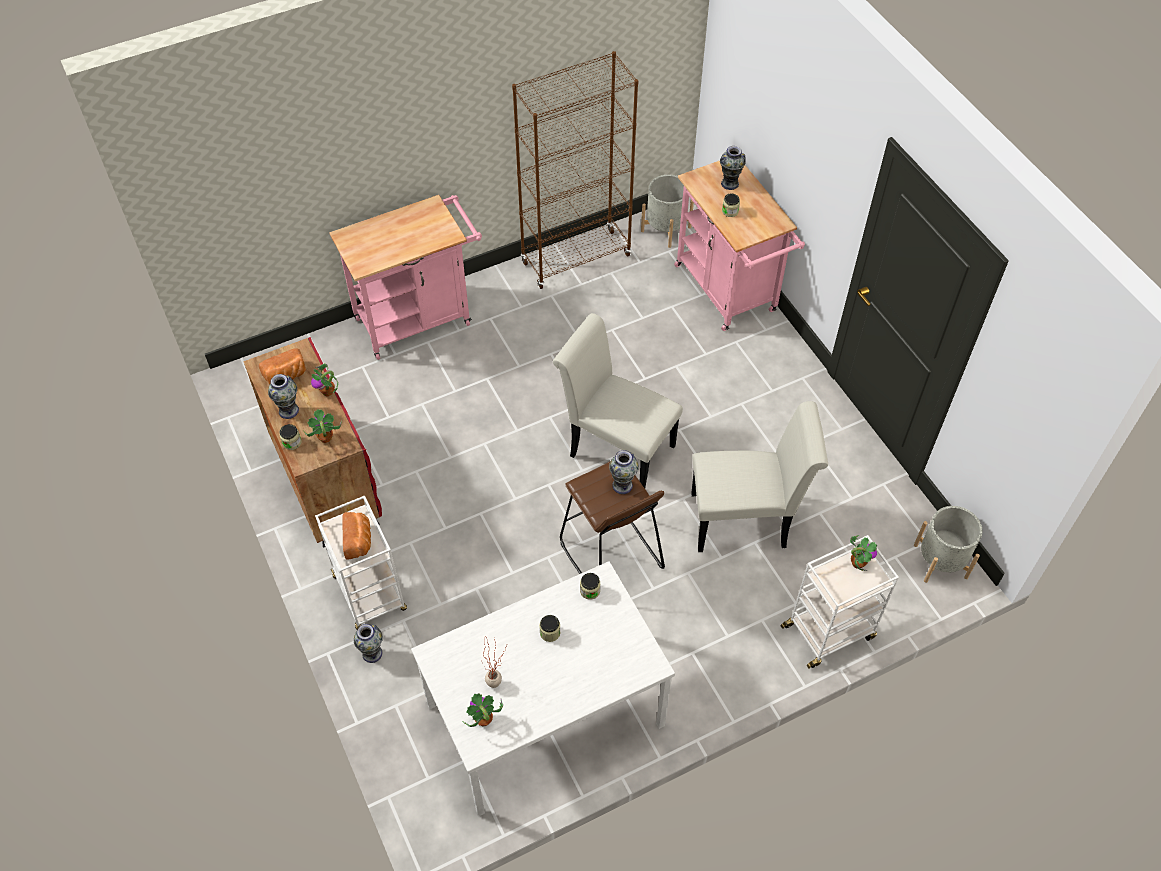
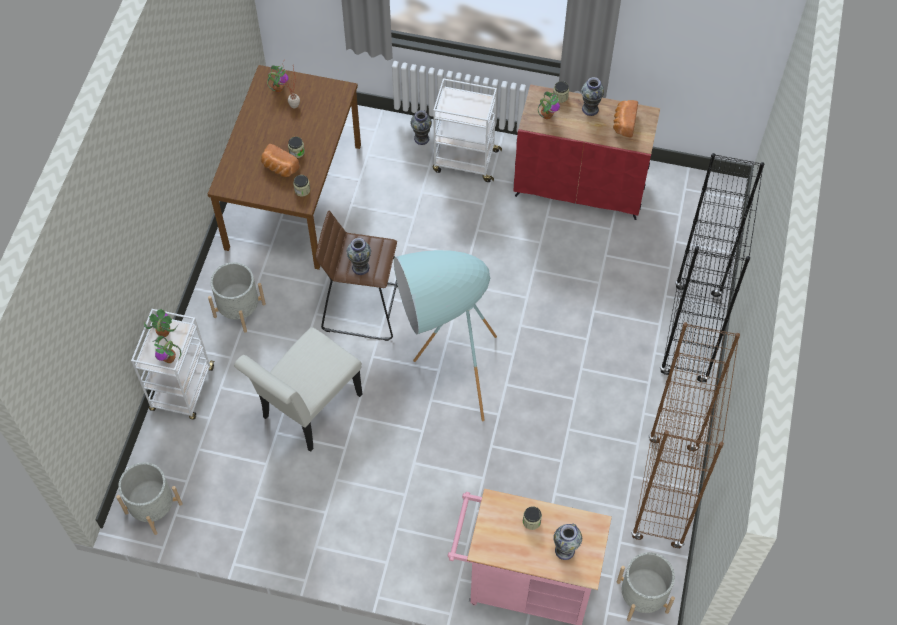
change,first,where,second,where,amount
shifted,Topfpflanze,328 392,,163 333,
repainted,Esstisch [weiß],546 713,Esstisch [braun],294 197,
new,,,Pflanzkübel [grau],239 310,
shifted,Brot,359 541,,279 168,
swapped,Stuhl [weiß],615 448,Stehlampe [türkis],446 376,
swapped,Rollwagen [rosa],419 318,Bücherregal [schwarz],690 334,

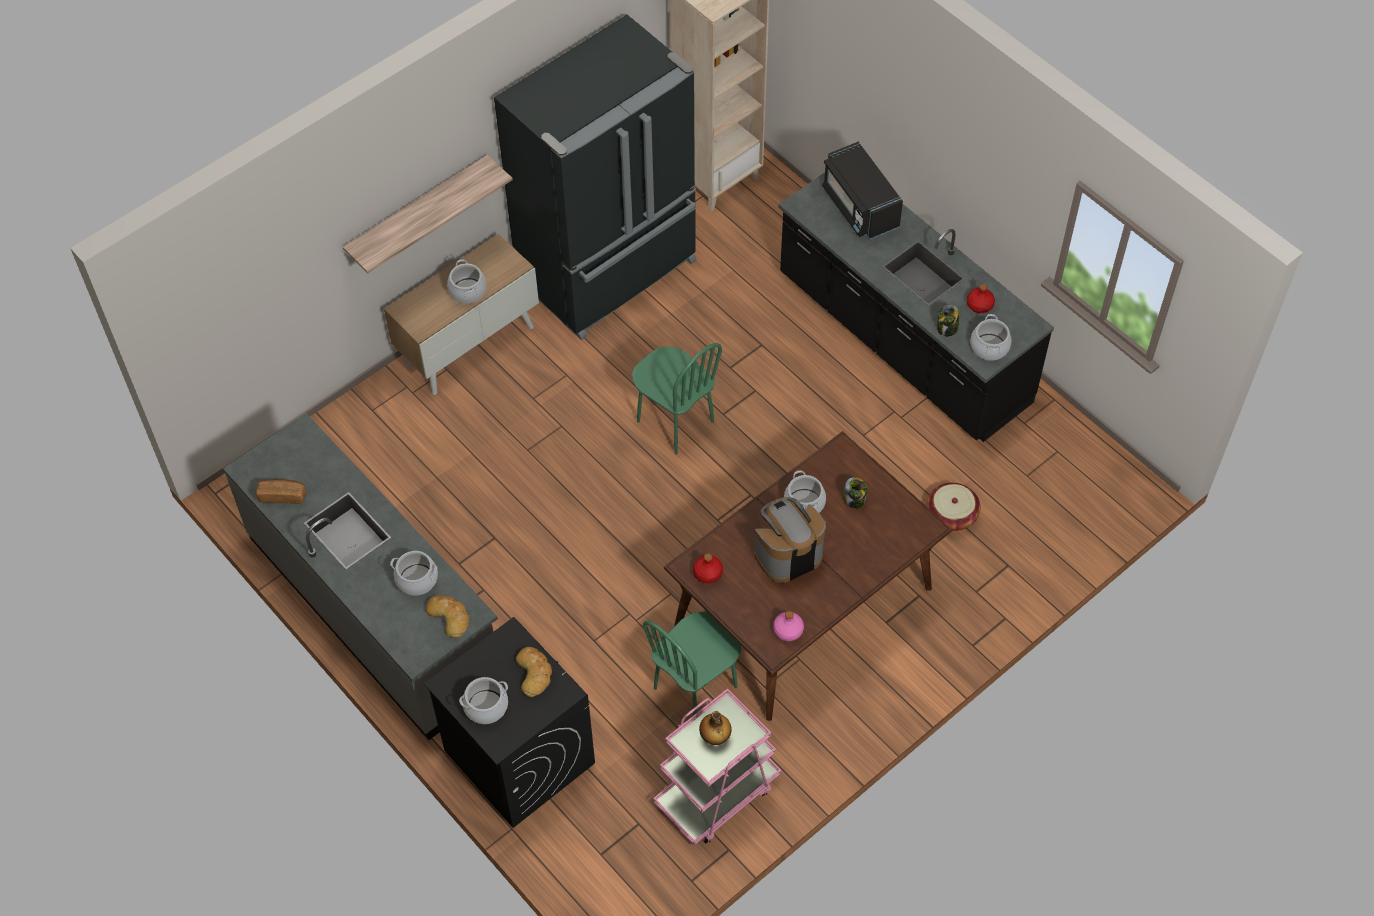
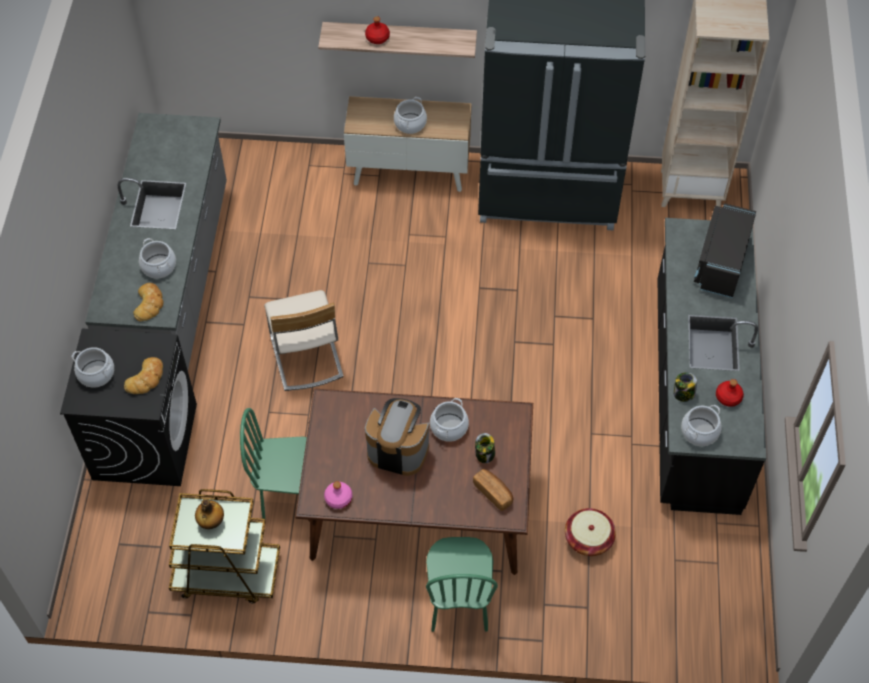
change,first,where,second,where,amount
repainted,Rollwagen [rosa],716 793,Rollwagen [braun],226 573,
new,,,Stuhl [beige],305 356,
shifted,Flasche [rot],707 573,,377 37,
shifted,Stuhl [grün],675 422,,459 604,
shifted,Brot,282 495,,493 492,

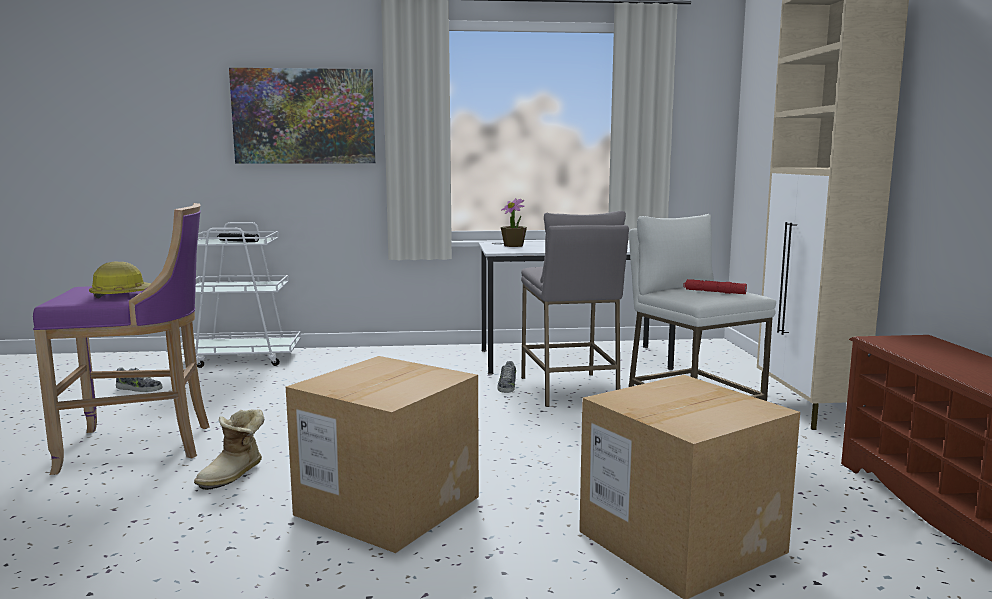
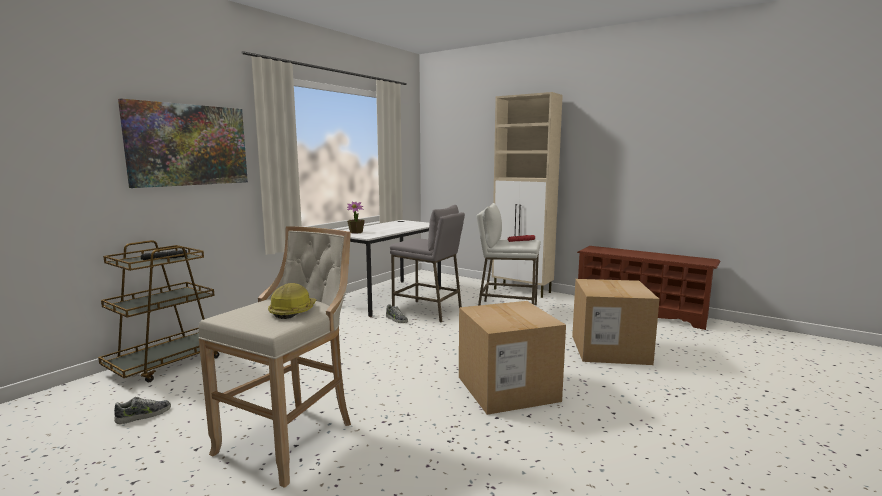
change,first,where,second,where,amount
repainted,Rollwagen [weiß],242 358,Rollwagen [braun],168 363,
repainted,Hocker [lila],143 446,Hocker [beige],291 438,
gone,Stiefel,234 475,,,

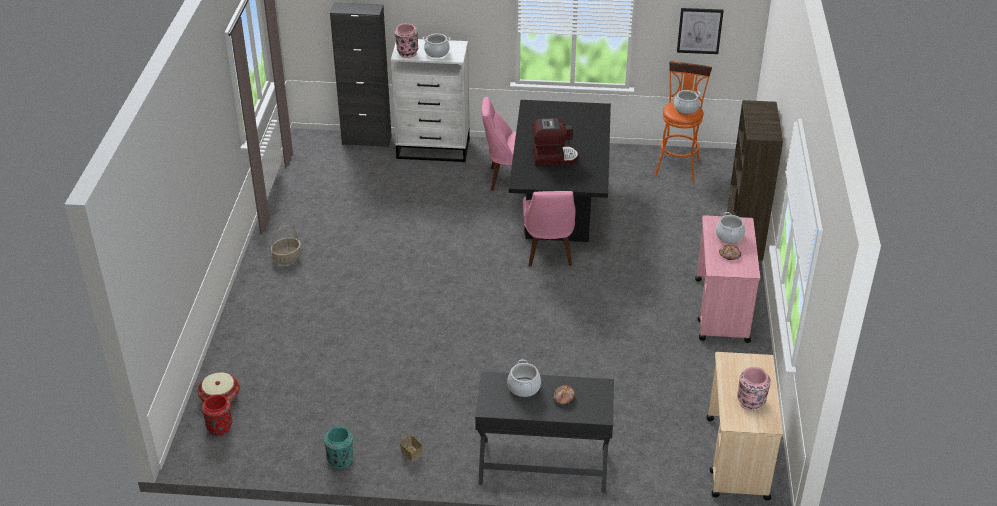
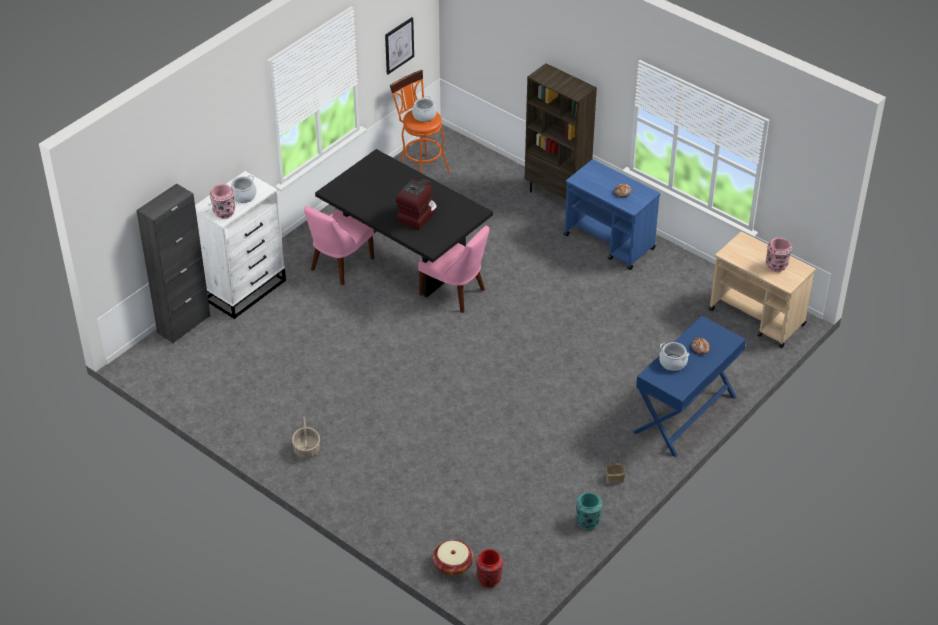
change,first,where,second,where,amount
repainted,Rollwagen [rosa],721 311,Rollwagen [blau],609 242,
repainted,Schreibtisch [schwarz],543 466,Schreibtisch [blau],685 414,
gone,Kochtopf,729 236,,,

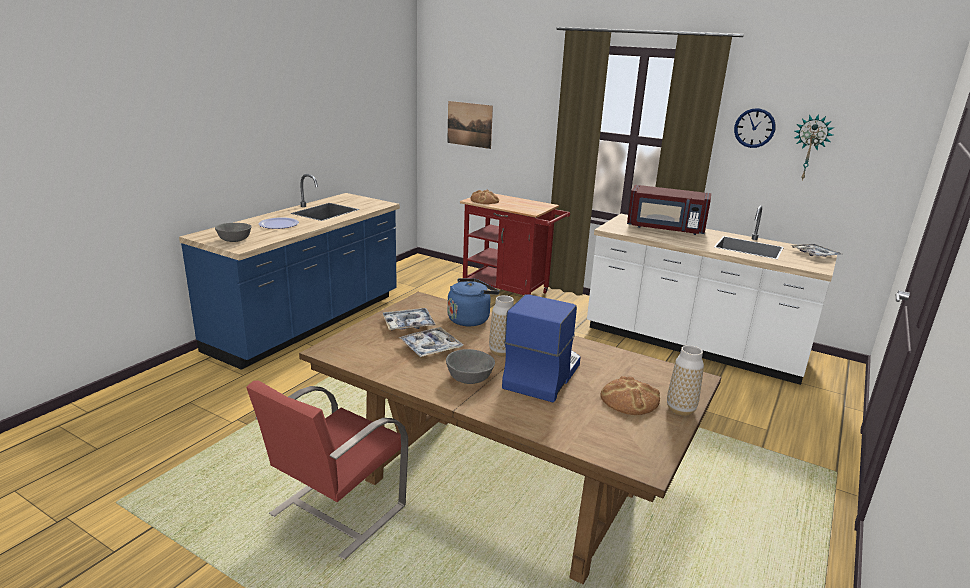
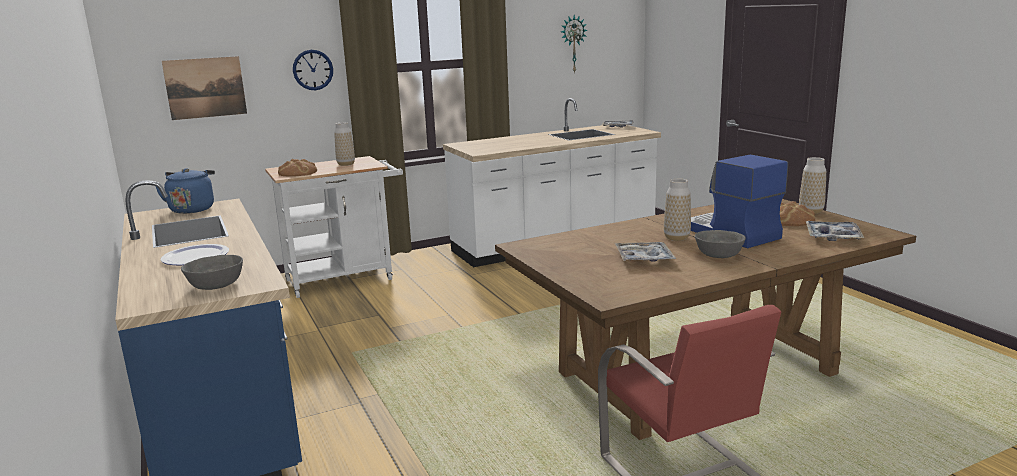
change,first,where,second,where,amount
shifted,Wasserkessel [blau],470 319,,192 209,
repainted,Rollwagen [rot],510 292,Rollwagen [weiß],346 278,
shifted,Wanduhr,754 128,,313 70,
new,,,Vase,346 164,
shifted,Tablett,408 324,,833 236,
gone,Mikrowelle [rot],665 229,,,

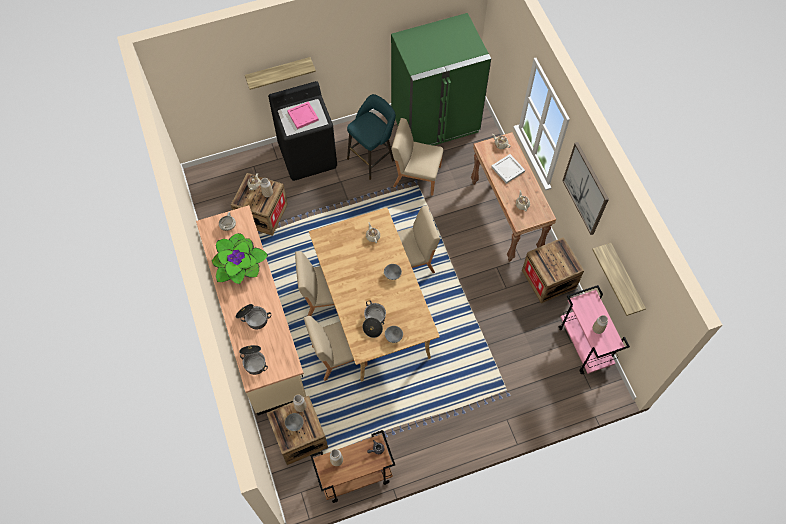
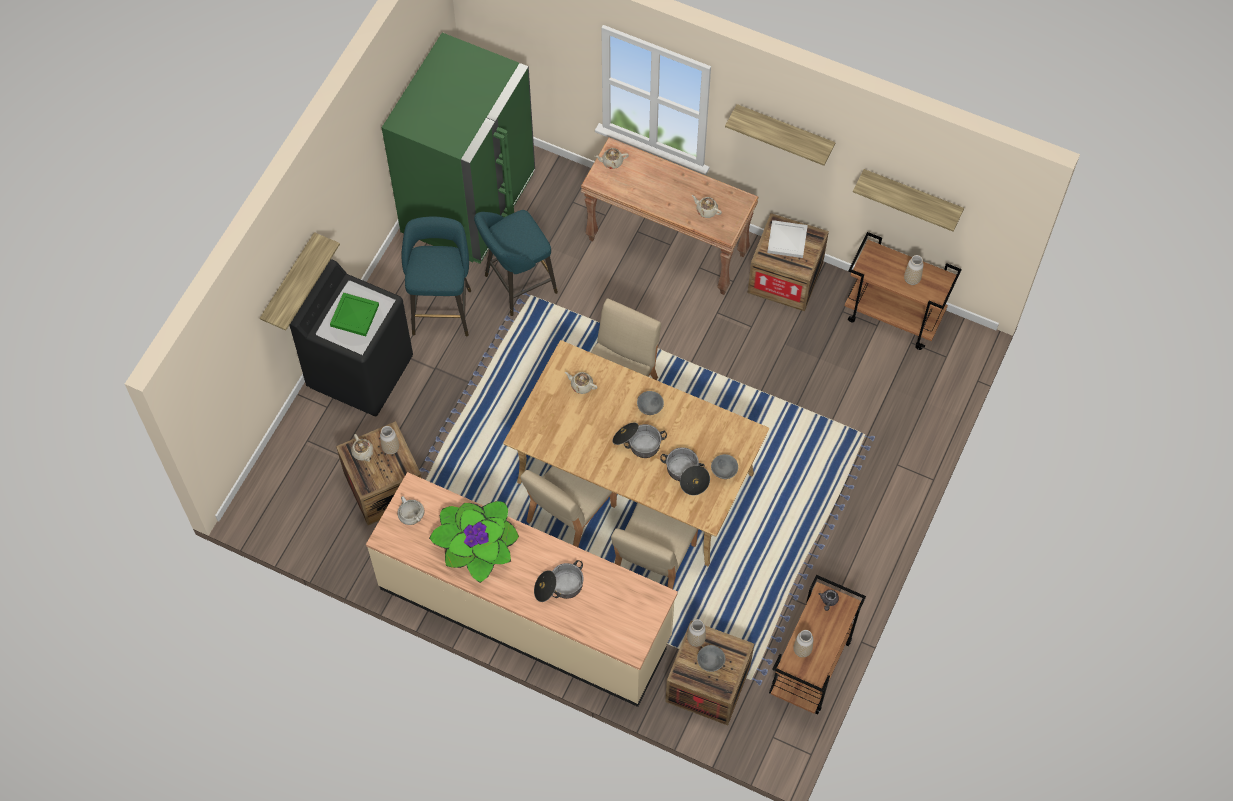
change,first,where,second,where,amount
repainted,Tablett [rosa],303 116,Tablett [grün],355 315,
swapped,Stuhl [beige],416 176,Hocker [türkis],517 286,
shifted,Kochtopf,254 361,,638 443,
swapped,Bild,585 188,Wandregal,784 131,
shifted,Tablett [weiß],507 169,,786 240,
repainted,Rollwagen [rosa],585 345,Rollwagen [braun],894 316,

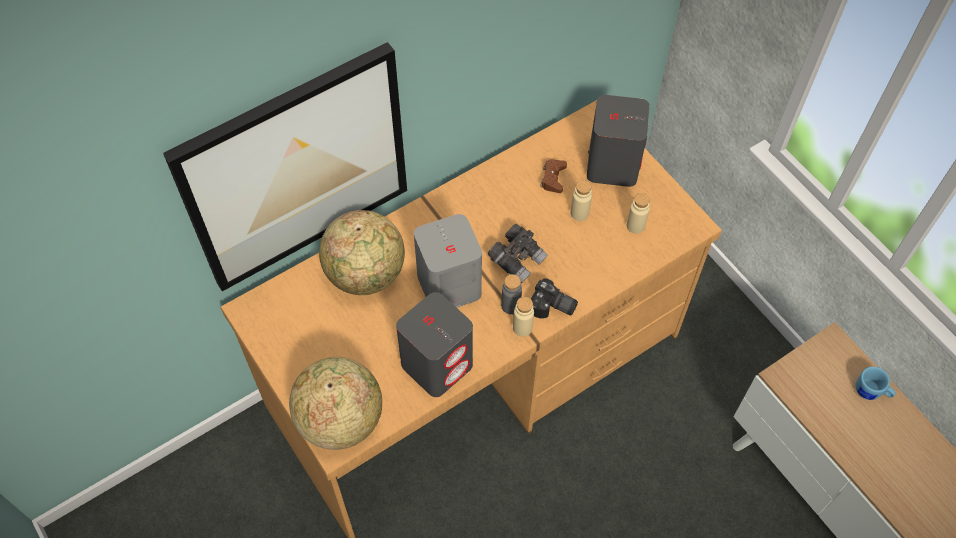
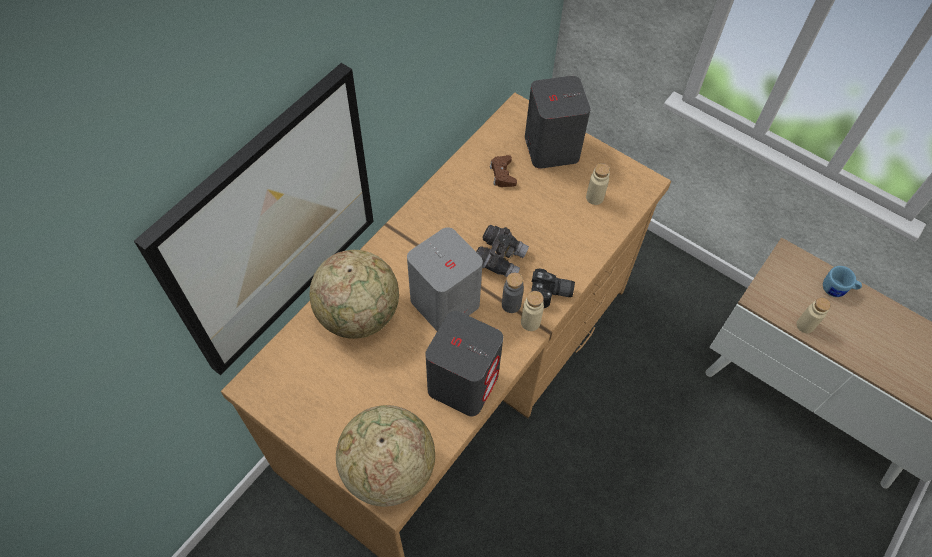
change,first,where,second,where,amount
shifted,Flasche [beige],579 213,,805 325,

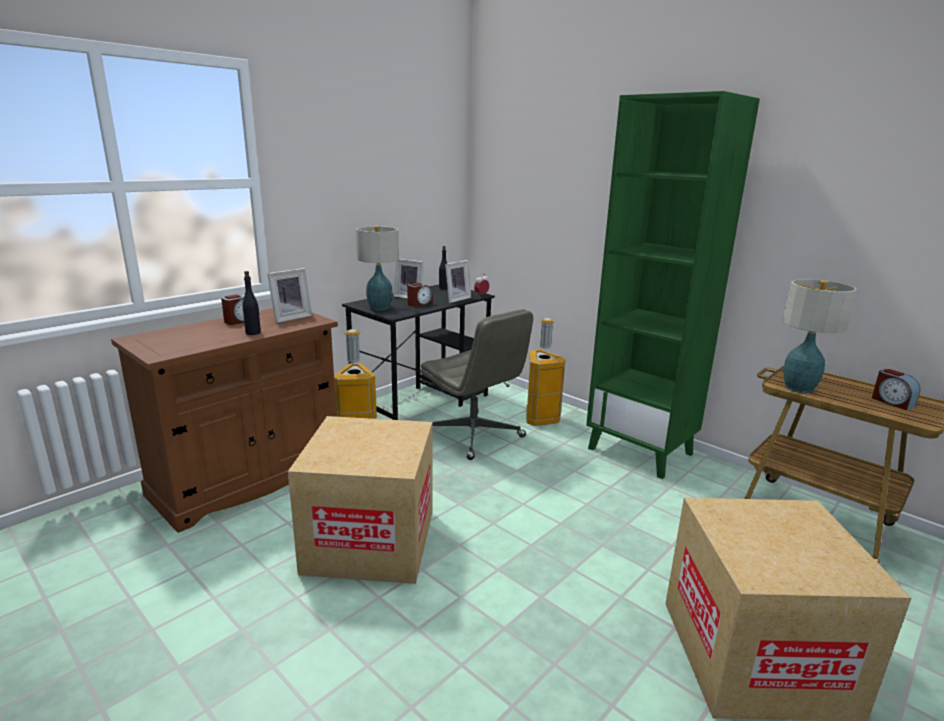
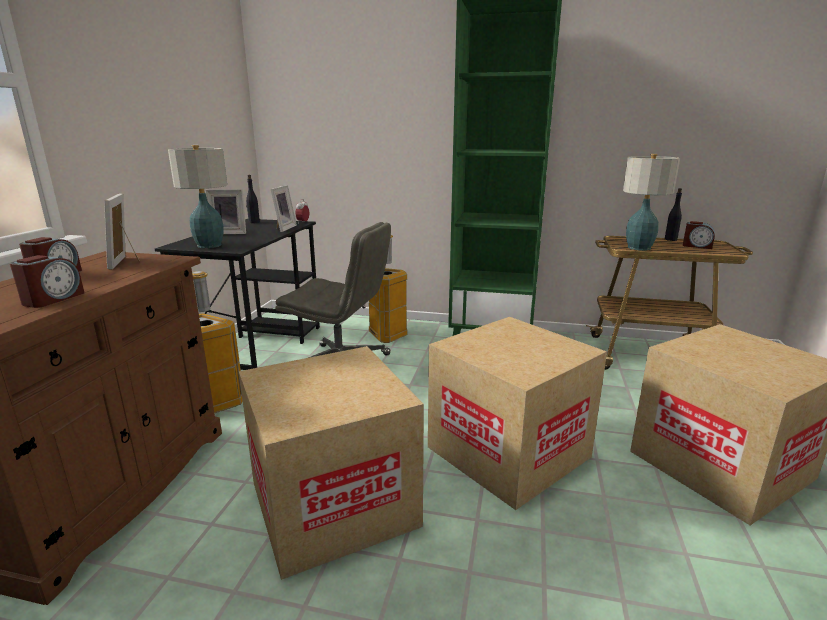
change,first,where,second,where,amount
shifted,Wecker,419 304,,53 299,
rotated,Bilderrahmen,290 317,,128 262,150 degrees clockwise
new,,,Karton,508 452,
shifted,Flasche [schwarz],253 333,,670 239,

